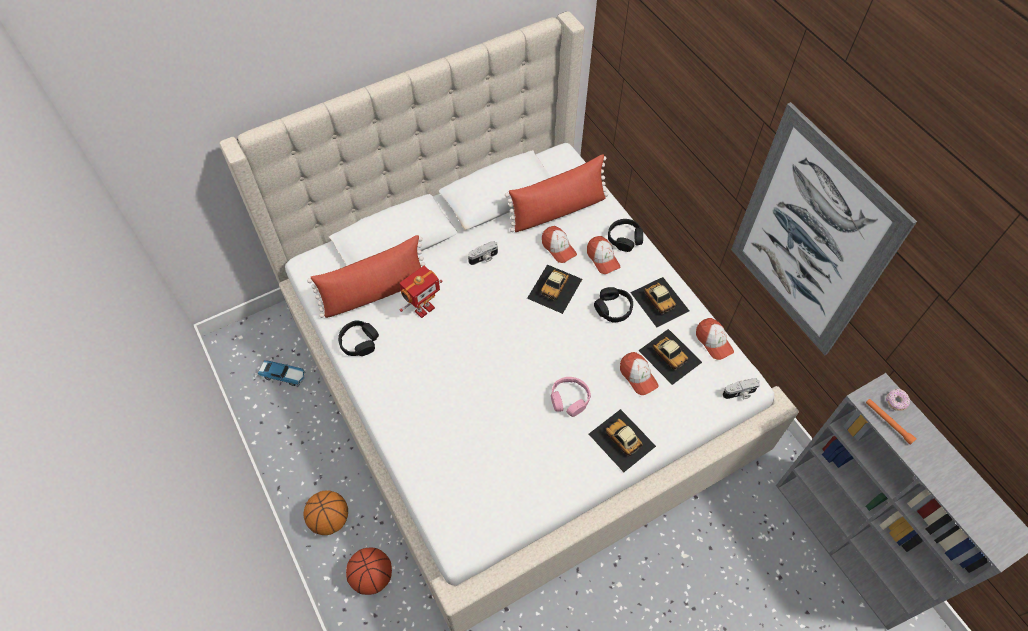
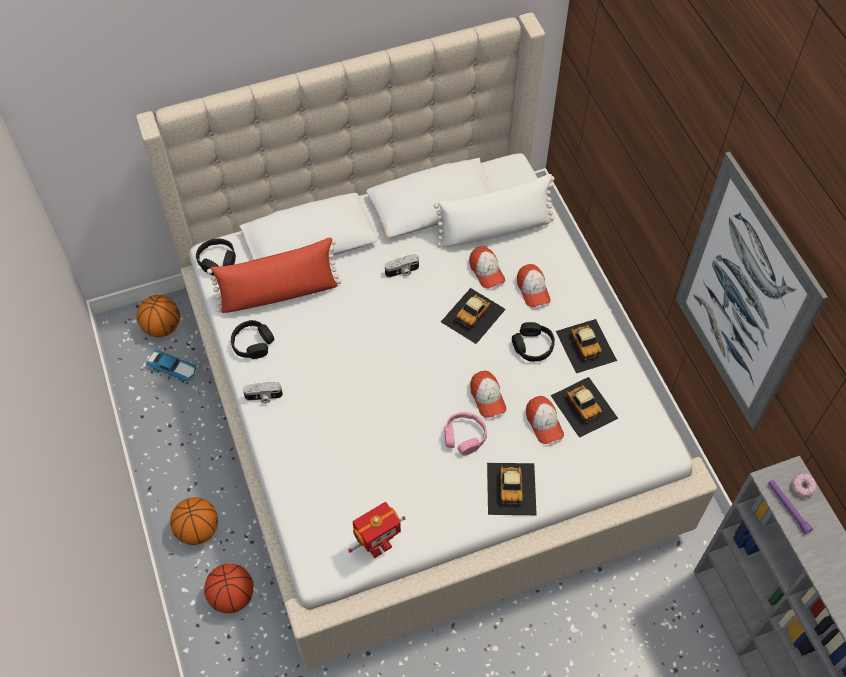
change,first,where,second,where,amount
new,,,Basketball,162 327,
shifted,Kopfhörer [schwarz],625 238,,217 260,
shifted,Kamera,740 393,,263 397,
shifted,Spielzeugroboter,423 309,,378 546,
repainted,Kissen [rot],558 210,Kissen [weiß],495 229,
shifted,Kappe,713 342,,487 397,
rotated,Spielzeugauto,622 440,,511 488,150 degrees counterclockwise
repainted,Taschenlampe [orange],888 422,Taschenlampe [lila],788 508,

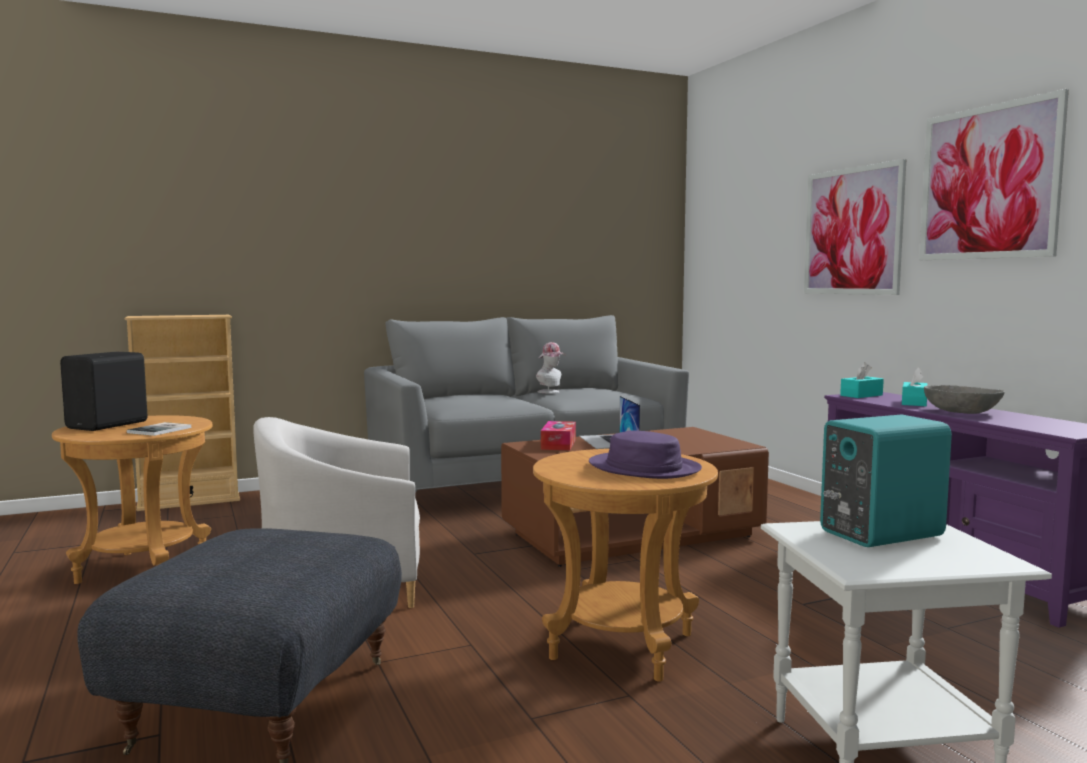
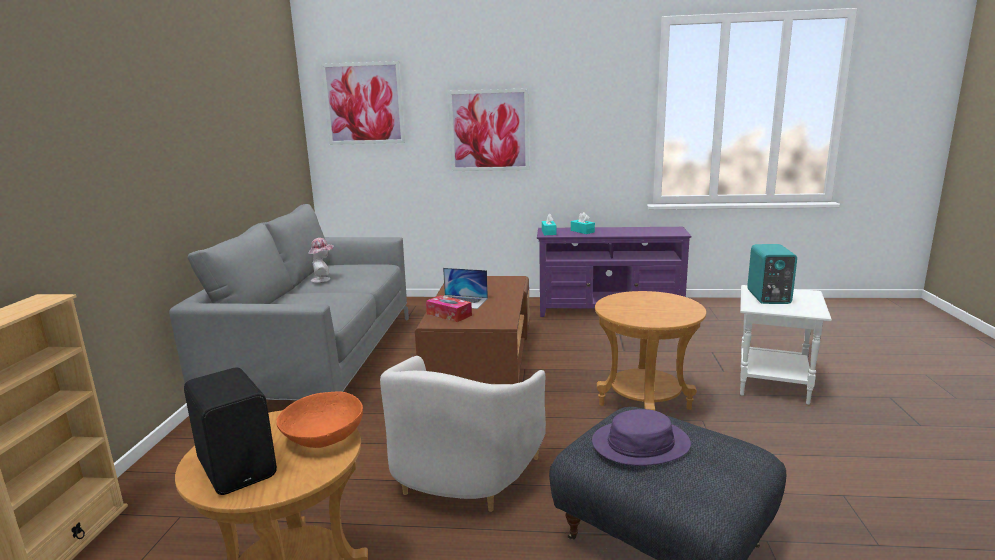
change,first,where,second,where,amount
swapped,Buch,162 430,Schüssel [orange],324 436,
shifted,Bild,988 182,,363 103,
shifted,Hut [lila],644 468,,640 444,
gone,Schüssel [grau],961 412,,,

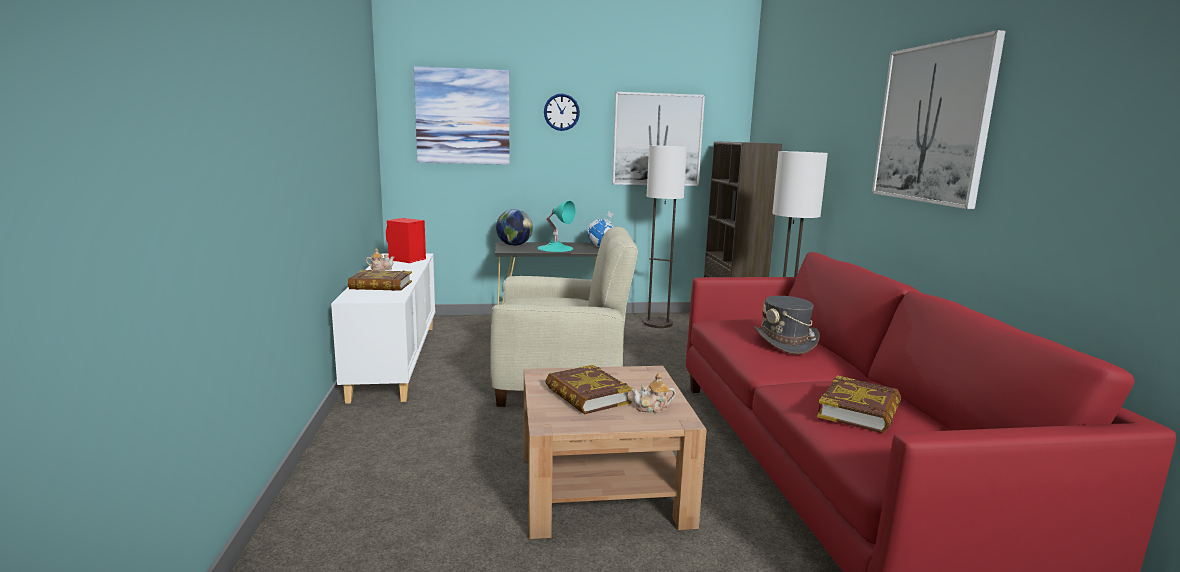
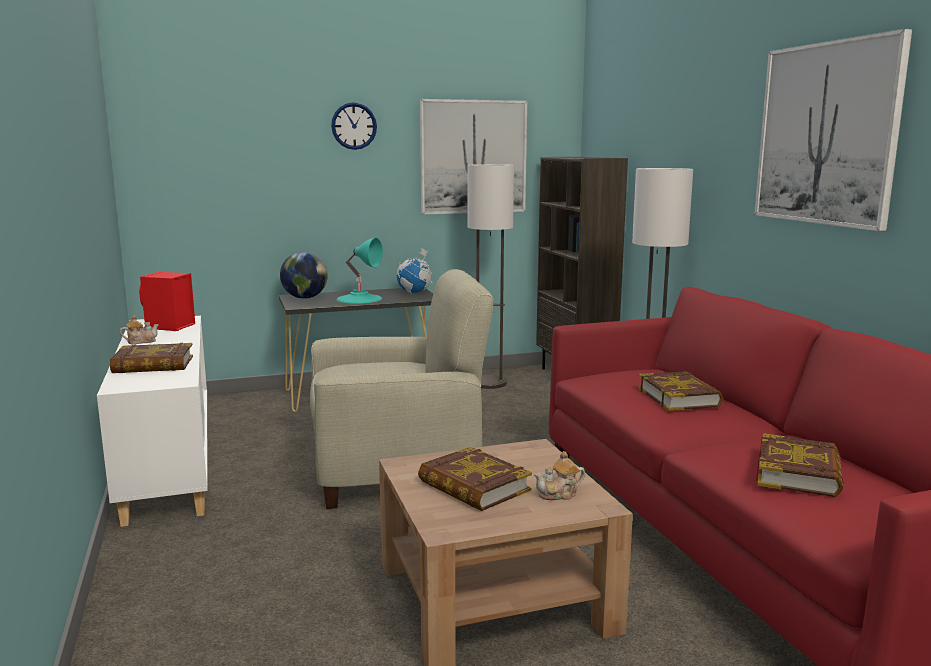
change,first,where,second,where,amount
swapped,Hut [grau],785 342,Buch,679 397,
gone,Bild,463 116,,,

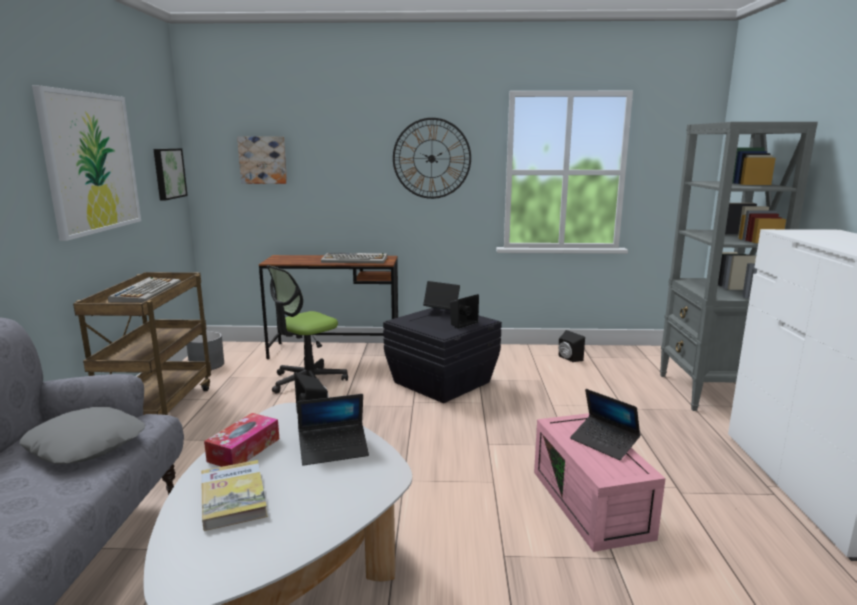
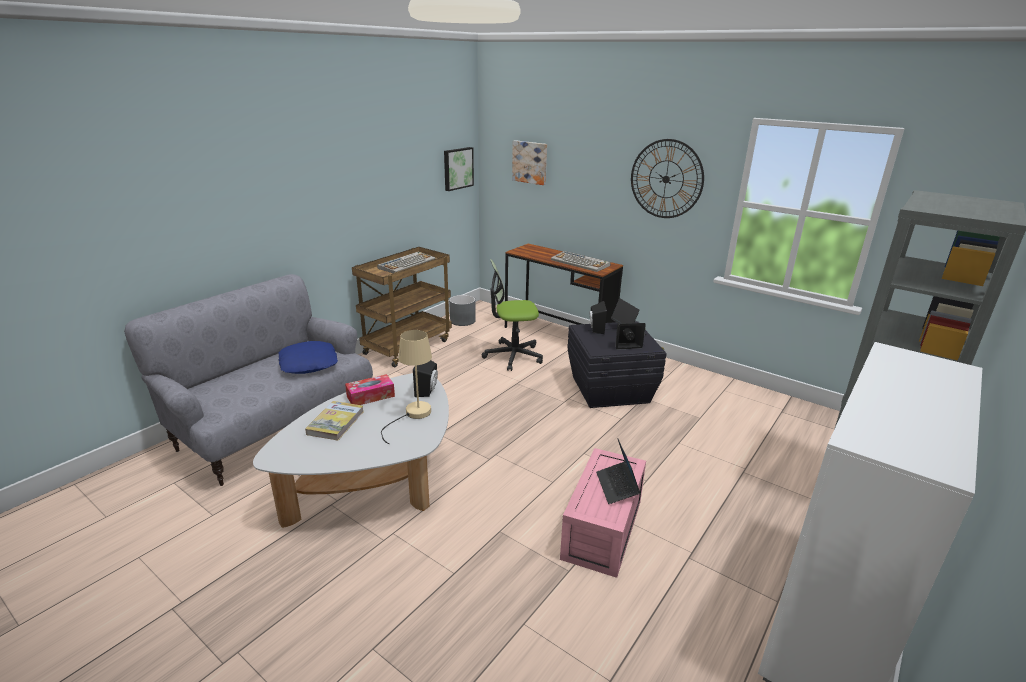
change,first,where,second,where,amount
repainted,Kissen [grau],86 444,Kissen [blau],309 363,
swapped,Laptop,334 450,Tischlampe [beige],412 415,
shifted,Lautsprecher [schwarz],568 358,,595 329,
gone,Bild,91 163,,,

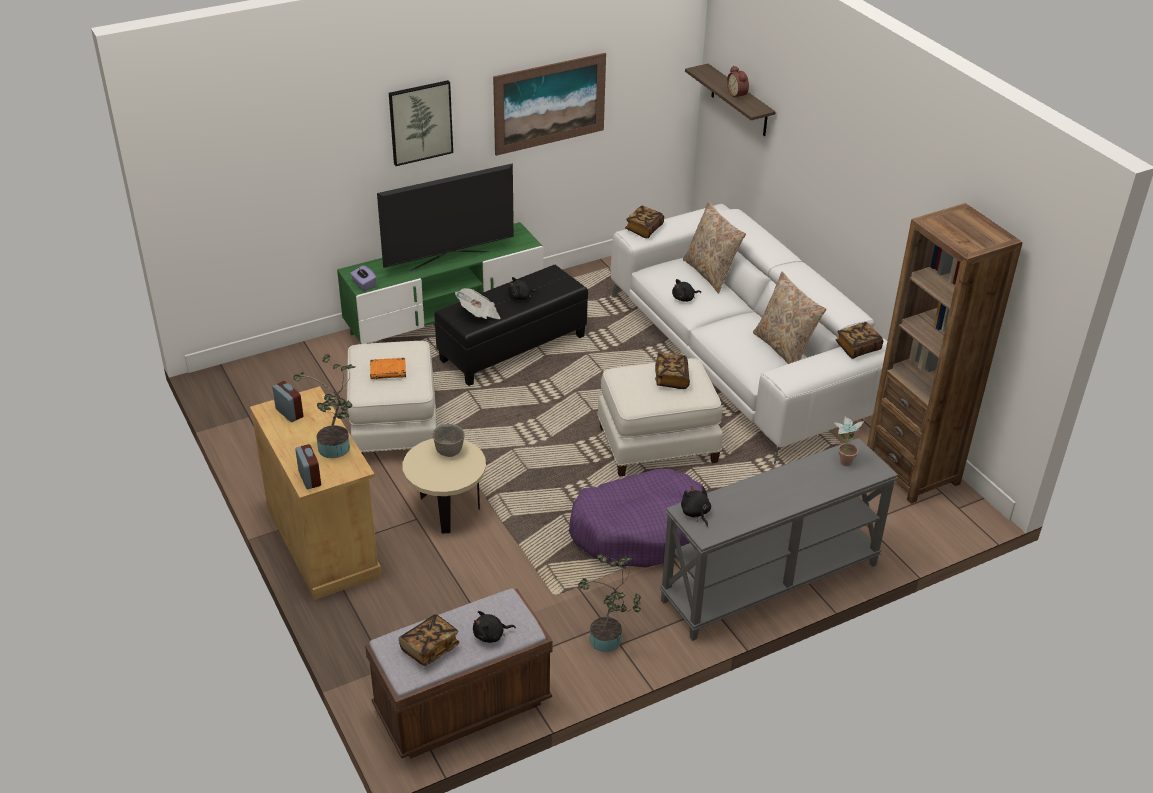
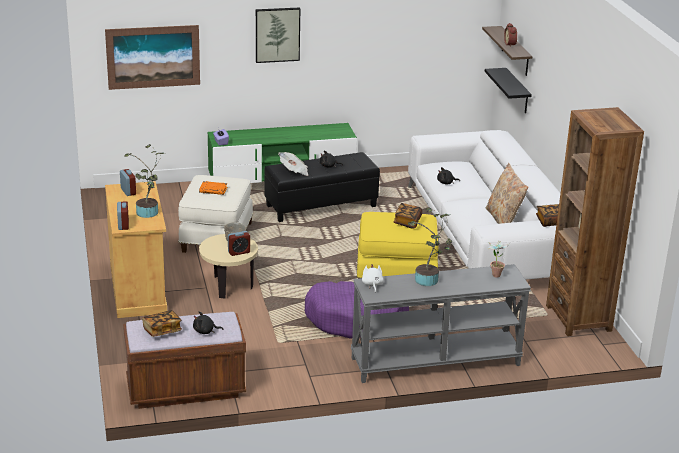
change,first,where,second,where,amount
shifted,Bild,549 103,,153 57,
new,,,Wecker,239 252,
repainted,Polsterhocker [weiß],657 443,Polsterhocker [gelb],396 273,
repainted,Plüschtier [schwarz],695 513,Plüschtier [weiß],372 284,
shifted,Topfpflanze,609 641,,428 281,
new,,,Wandregal [schwarz],517 91,
gone,Fernseher,449 260,,,
gone,Buch,644 229,,,
gone,Kissen [beige],710 273,,,

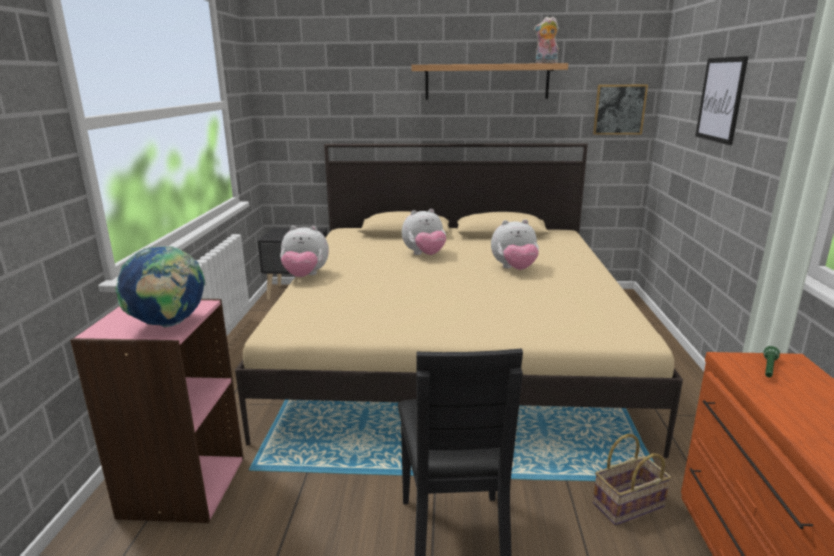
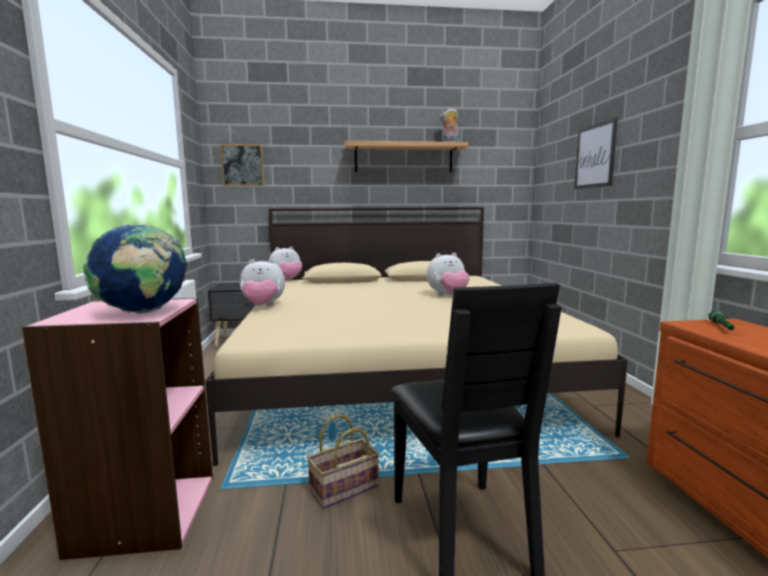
change,first,where,second,where,amount
shifted,Bild,619 109,,243 165,
shifted,Plüschtier,424 255,,287 281,
shifted,Korb,628 506,,343 490,

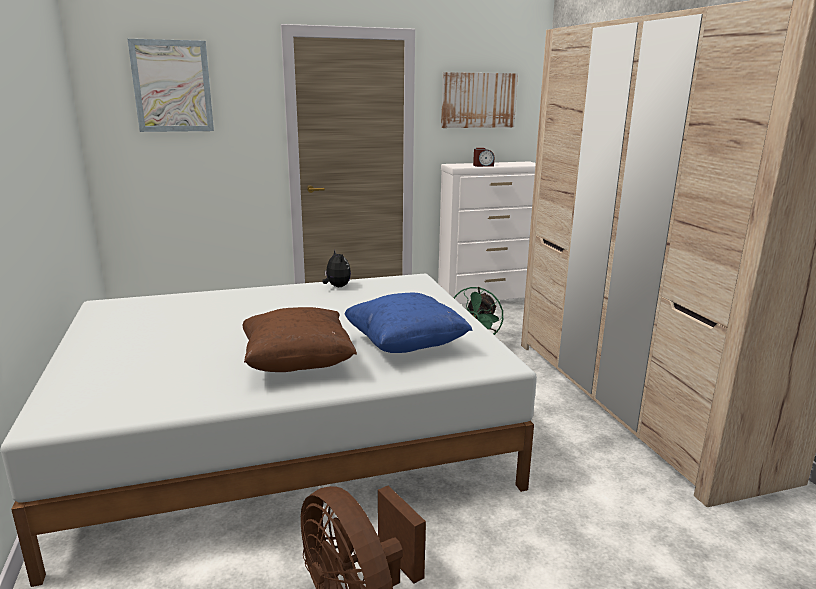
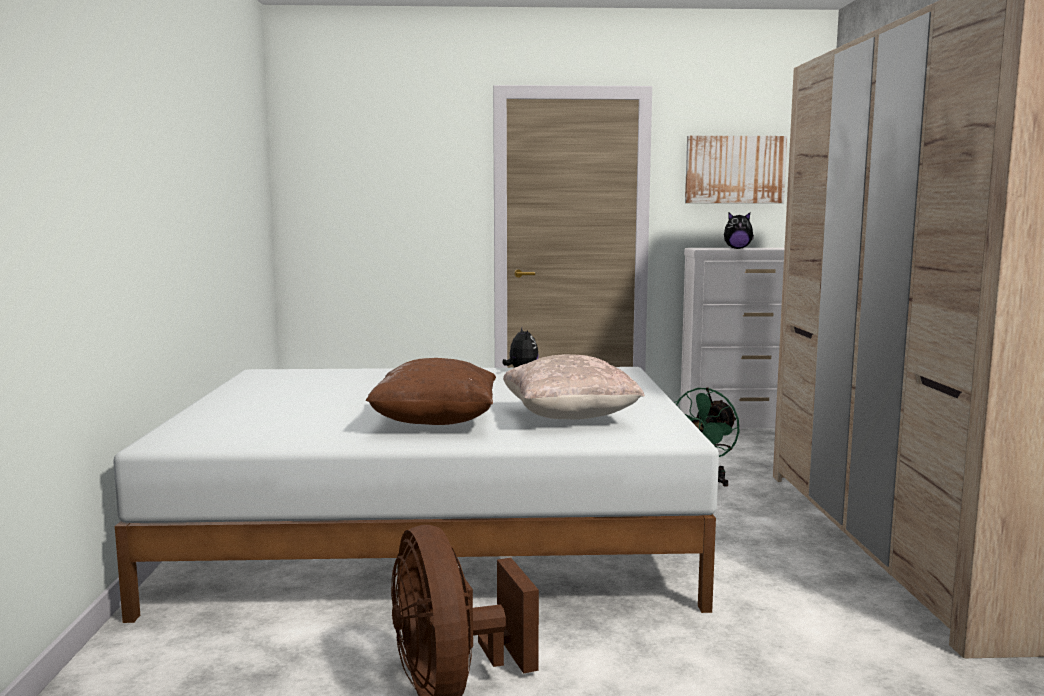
change,first,where,second,where,amount
repainted,Kissen [blau],405 346,Kissen [beige],569 418,
swapped,Wecker,483 165,Plüschtier,737 248,
gone,Bild,172 86,,,

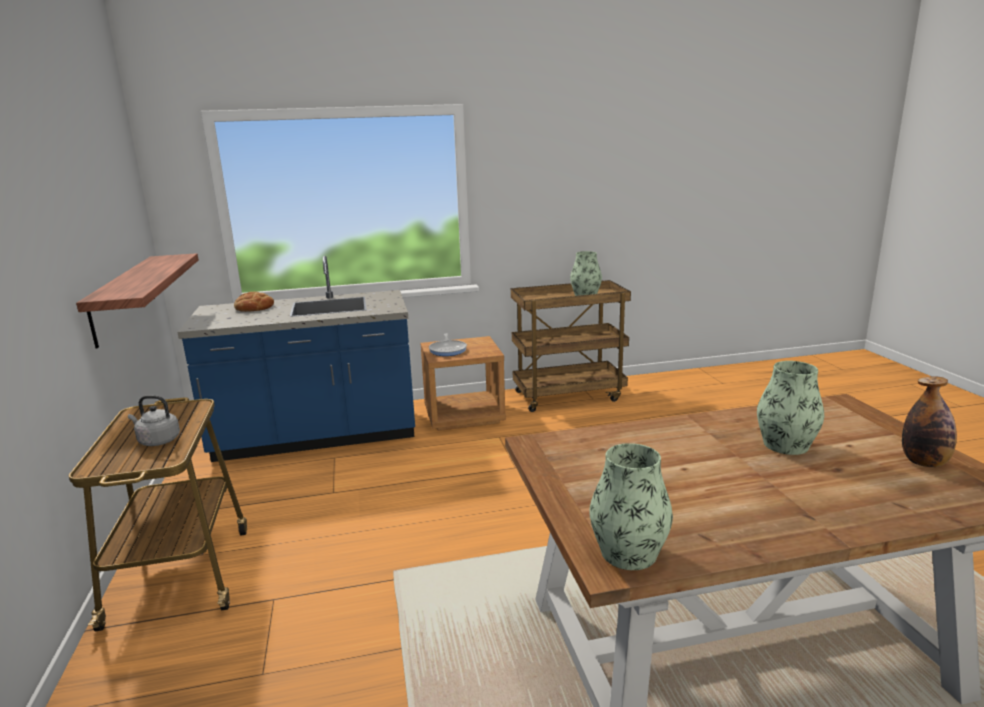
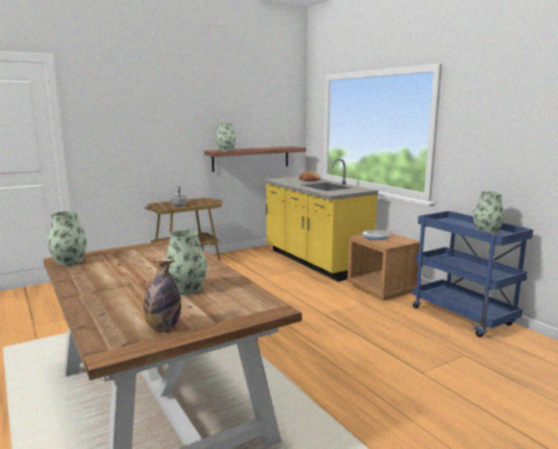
change,first,where,second,where,amount
new,,,Vase,226 150,
repainted,Küchenzeile [blau],316 437,Küchenzeile [gelb],314 261,
repainted,Rollwagen [braun],569 395,Rollwagen [blau],463 317,

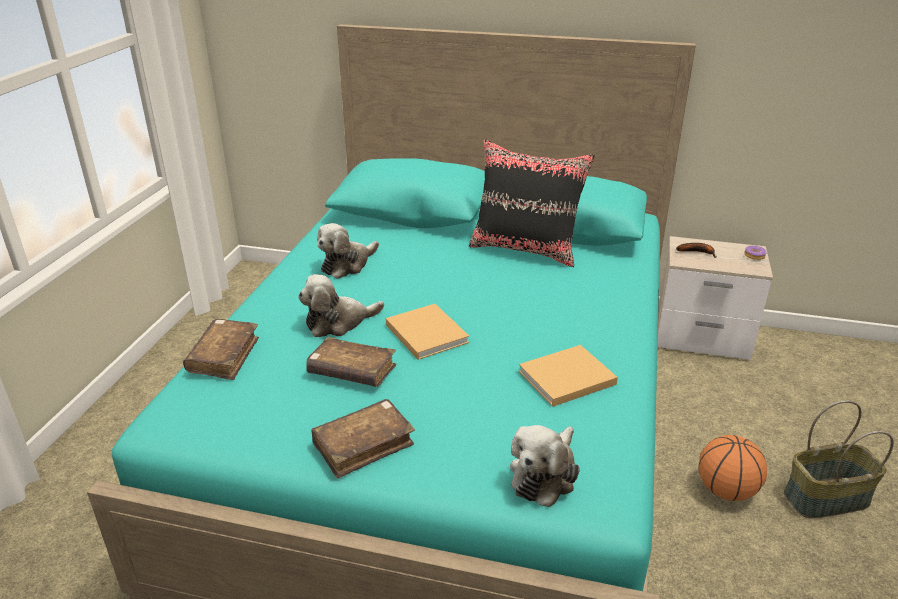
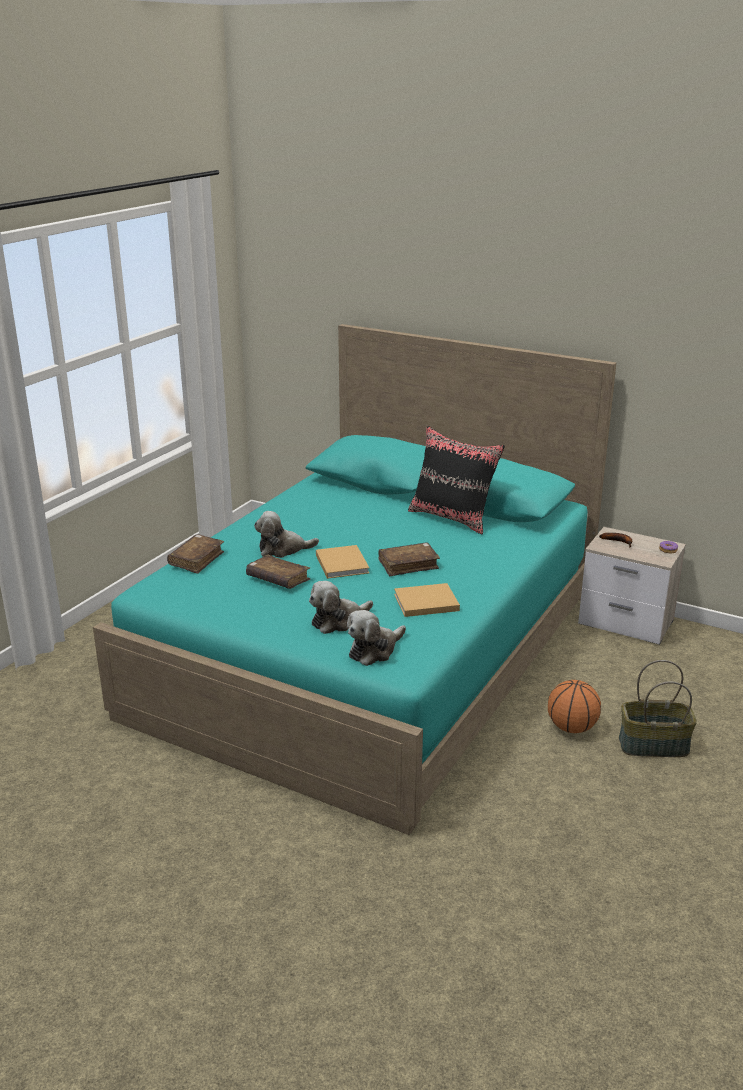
change,first,where,second,where,amount
shifted,Plüschtier,347 264,,338 621,
shifted,Buch [braun],363 445,,408 565,

